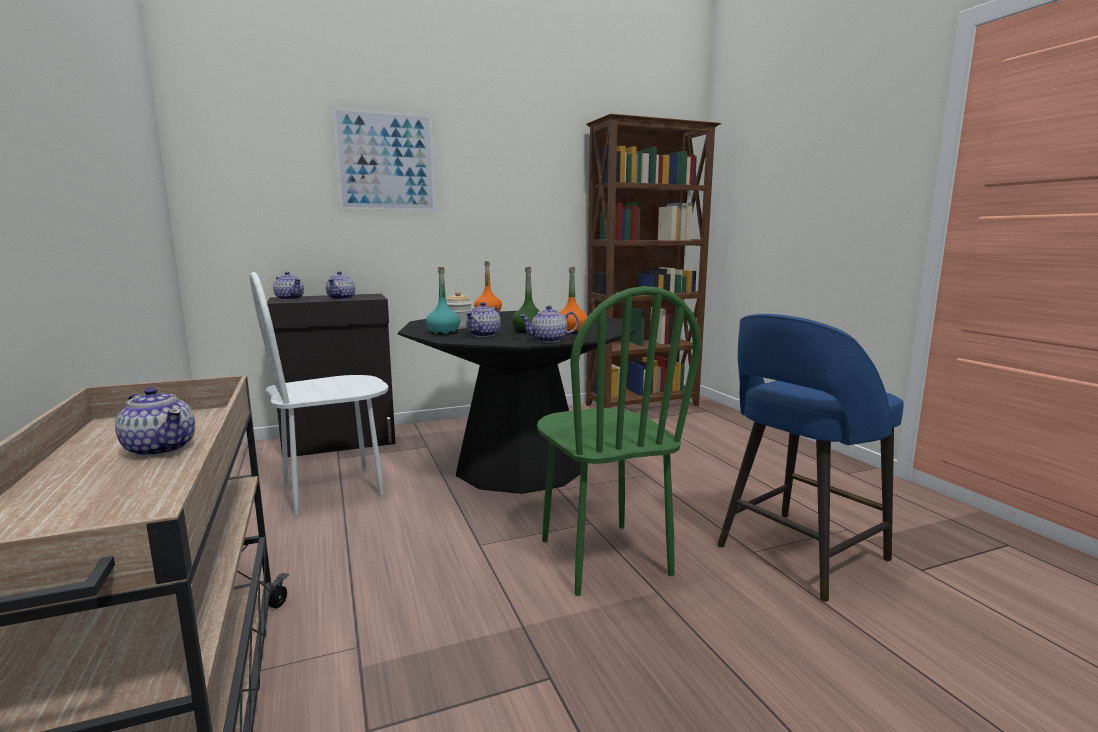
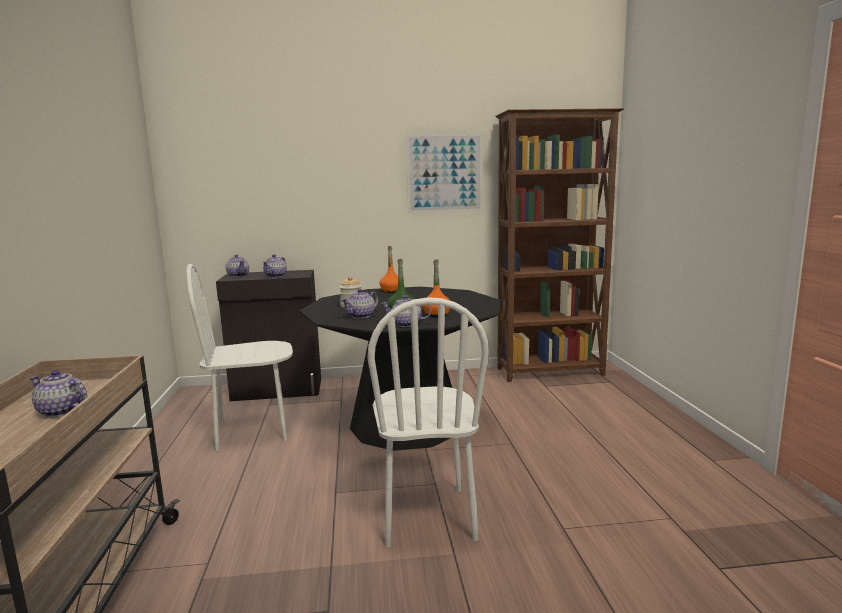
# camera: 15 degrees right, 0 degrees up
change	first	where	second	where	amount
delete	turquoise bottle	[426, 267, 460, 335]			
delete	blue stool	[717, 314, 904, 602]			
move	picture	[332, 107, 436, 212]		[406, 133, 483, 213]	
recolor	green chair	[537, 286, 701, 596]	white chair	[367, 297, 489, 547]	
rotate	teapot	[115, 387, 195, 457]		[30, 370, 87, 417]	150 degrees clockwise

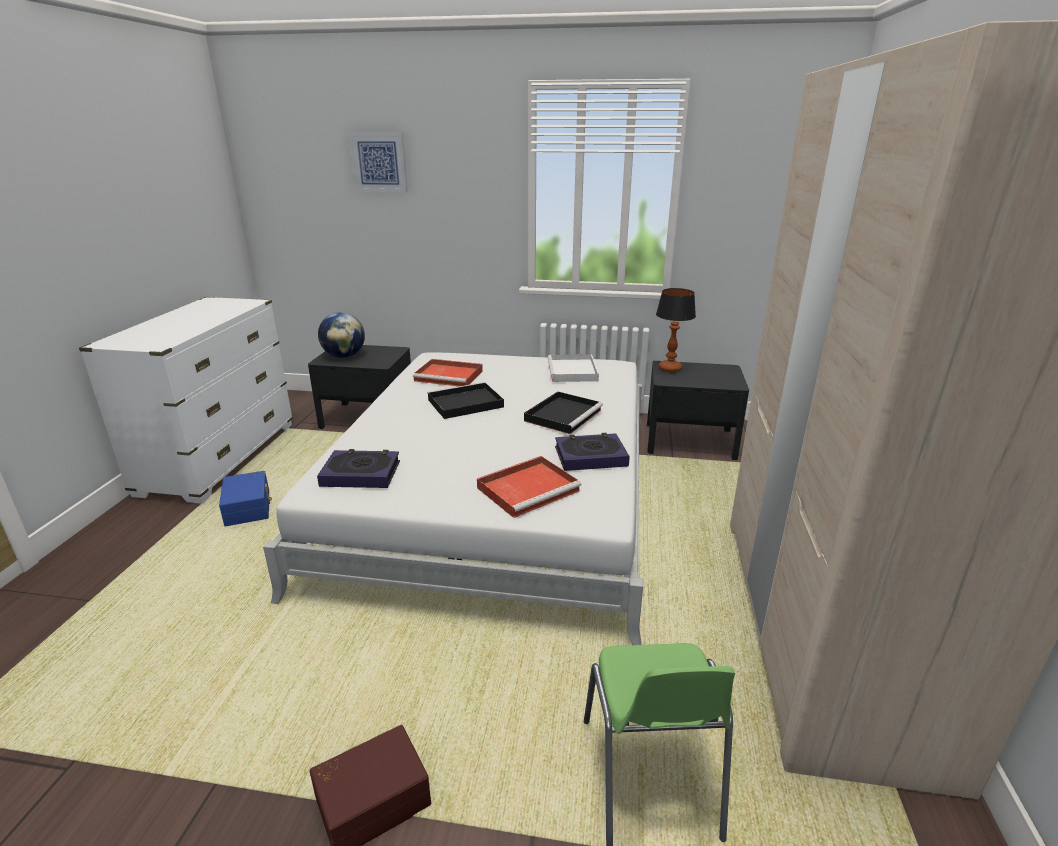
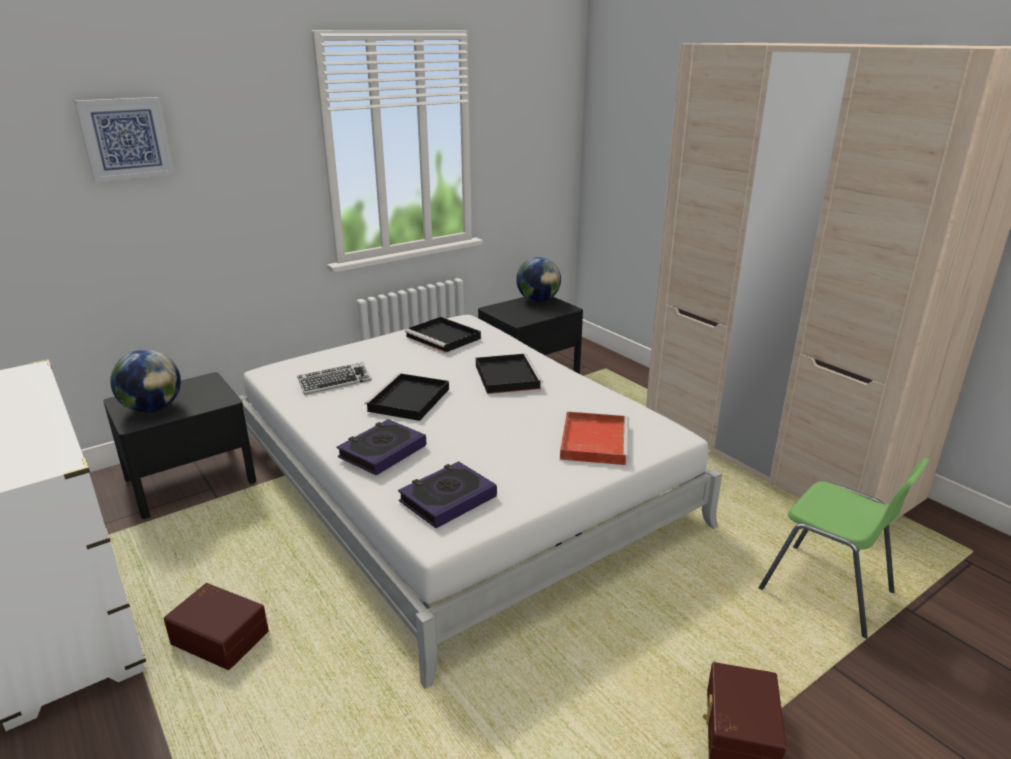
# camera: 45 degrees left, 0 degrees up
change	first	where	second	where	amount
delete	table lamp	[656, 288, 696, 372]			
insert			globe	[516, 257, 561, 302]	
move	book	[555, 433, 629, 471]		[337, 419, 426, 476]	
replace	red tray	[413, 359, 483, 386]	keyboard	[297, 362, 372, 395]	
recolor	blue storage box	[219, 471, 272, 526]	brown storage box	[164, 583, 269, 670]	
recolor	white tray	[548, 354, 599, 382]	black tray	[405, 317, 481, 353]	

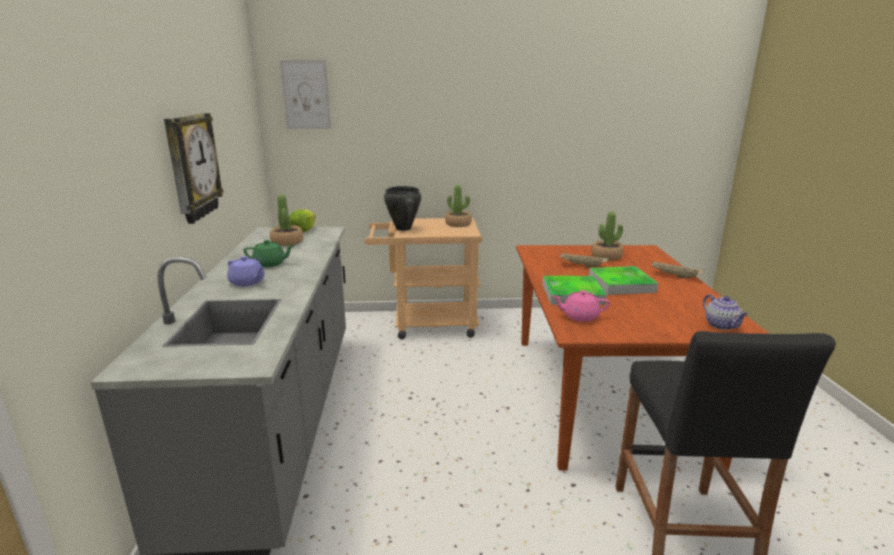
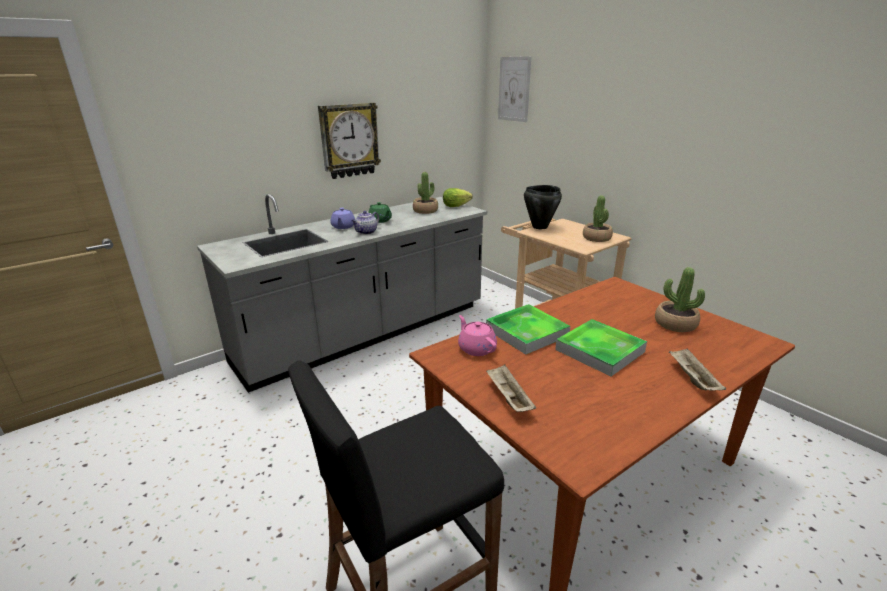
# camera: 55 degrees right, 5 degrees up
change	first	where	second	where	amount
move	beige tray	[560, 253, 608, 267]		[486, 365, 536, 412]	
move	teapot	[703, 294, 748, 330]		[351, 211, 379, 234]	

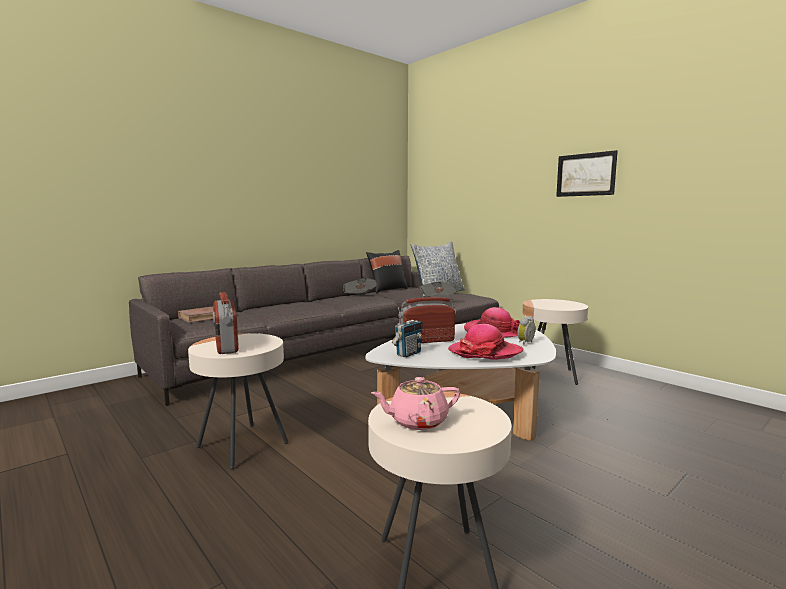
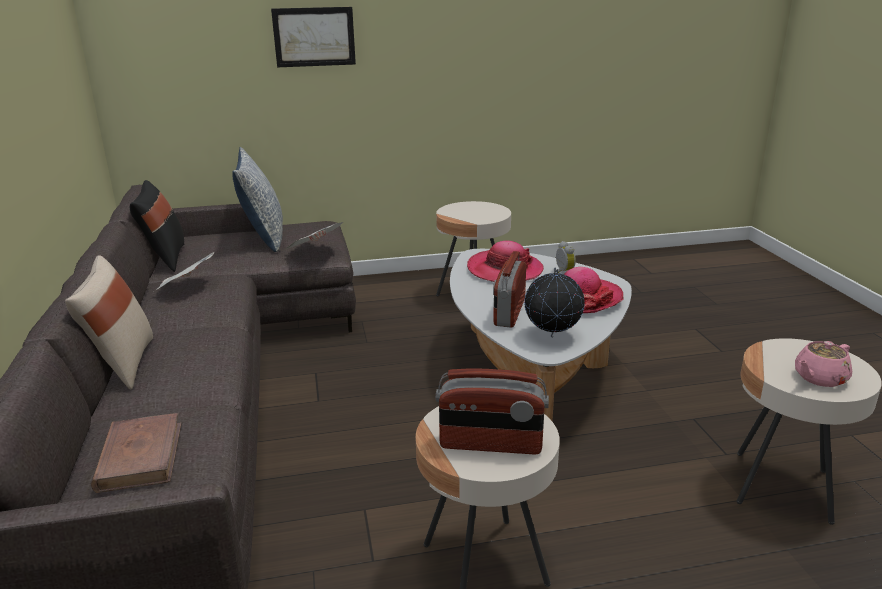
# camera: 60 degrees left, 15 degrees up
change	first	where	second	where	amount
insert			beige pillow	[65, 255, 153, 389]	
move	picture	[556, 150, 618, 197]		[271, 7, 356, 67]	
replace	radio	[392, 307, 423, 357]	globe	[524, 267, 585, 338]	
rotate	pink teapot	[371, 377, 460, 430]		[795, 341, 852, 387]	45 degrees clockwise

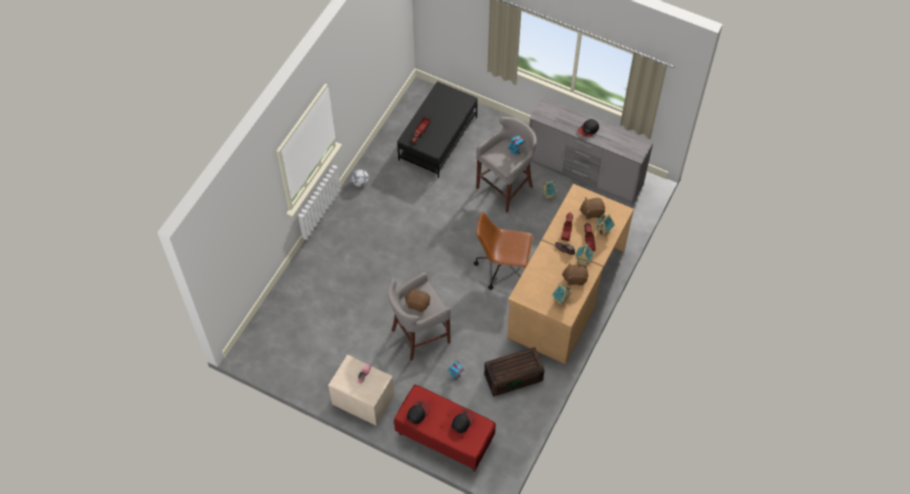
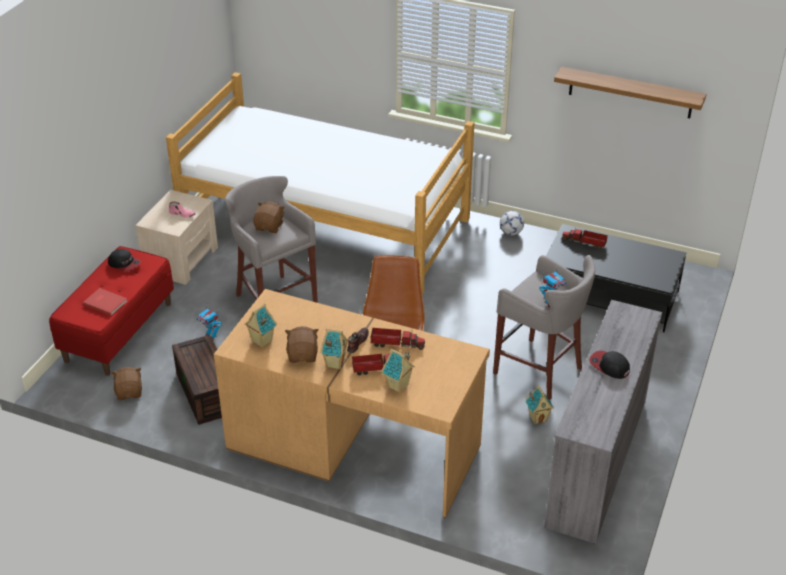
# camera: 85 degrees right, 20 degrees down
change	first	where	second	where	amount
insert			bed	[166, 72, 474, 295]	
insert			shelf	[554, 66, 706, 118]	
move	brown plush toy	[579, 197, 605, 219]		[111, 367, 142, 400]	
replace	cap	[452, 409, 475, 433]	red book	[83, 288, 128, 316]	

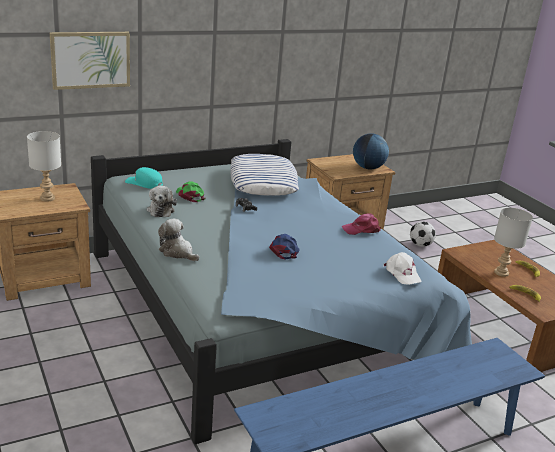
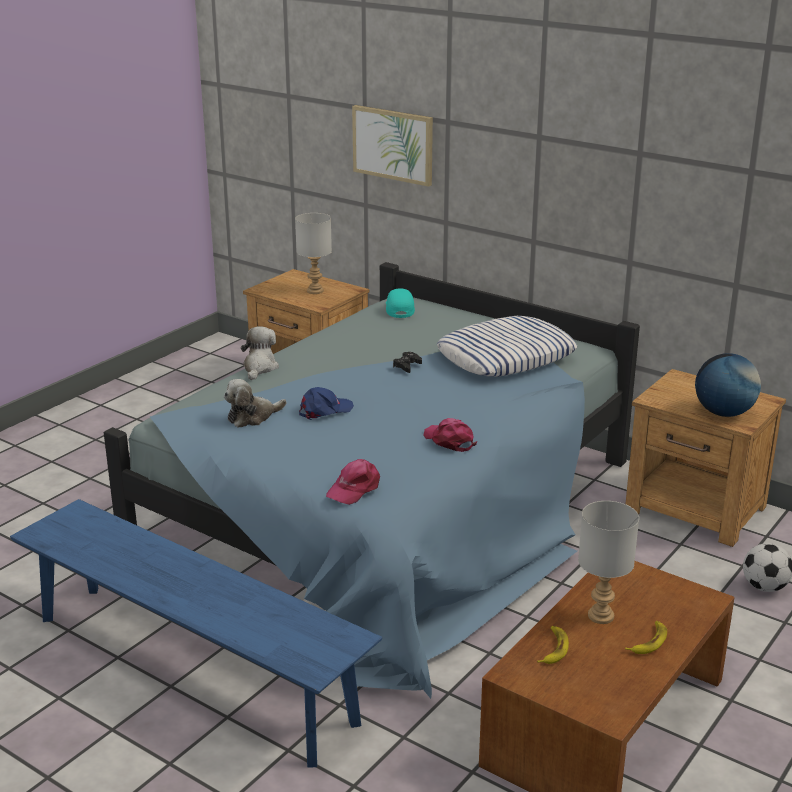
# camera: 65 degrees right, 0 degrees up
change	first	where	second	where	amount
delete	green cap	[176, 181, 206, 202]			
move	plush toy	[147, 185, 177, 217]		[224, 379, 286, 428]	
recolor	white cap	[383, 252, 421, 285]	pink cap	[326, 459, 380, 505]	

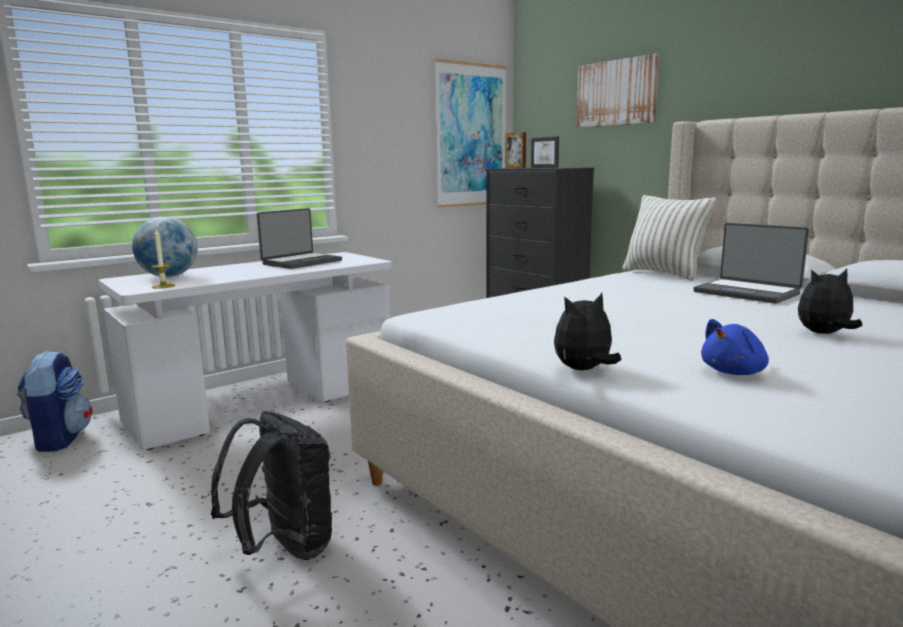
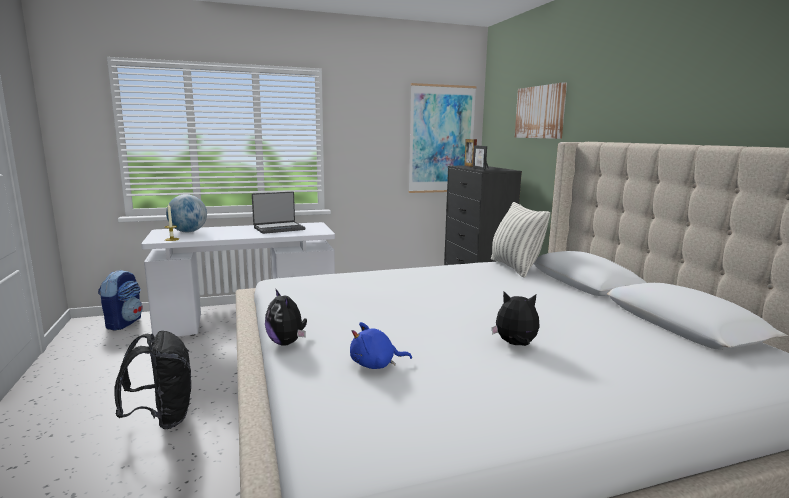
# camera: 20 degrees right, 0 degrees up
change	first	where	second	where	amount
delete	laptop	[694, 223, 809, 304]			
rotate	plush toy	[554, 293, 621, 370]		[265, 288, 307, 346]	120 degrees counterclockwise

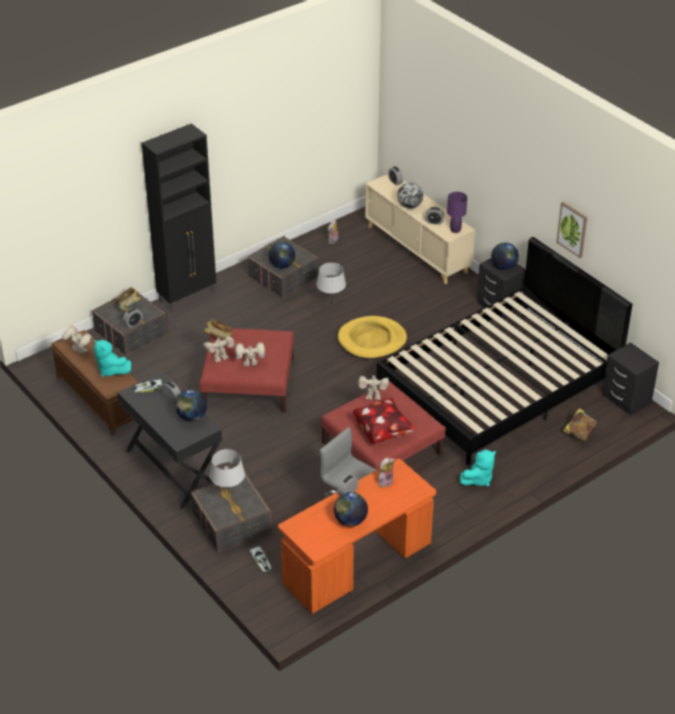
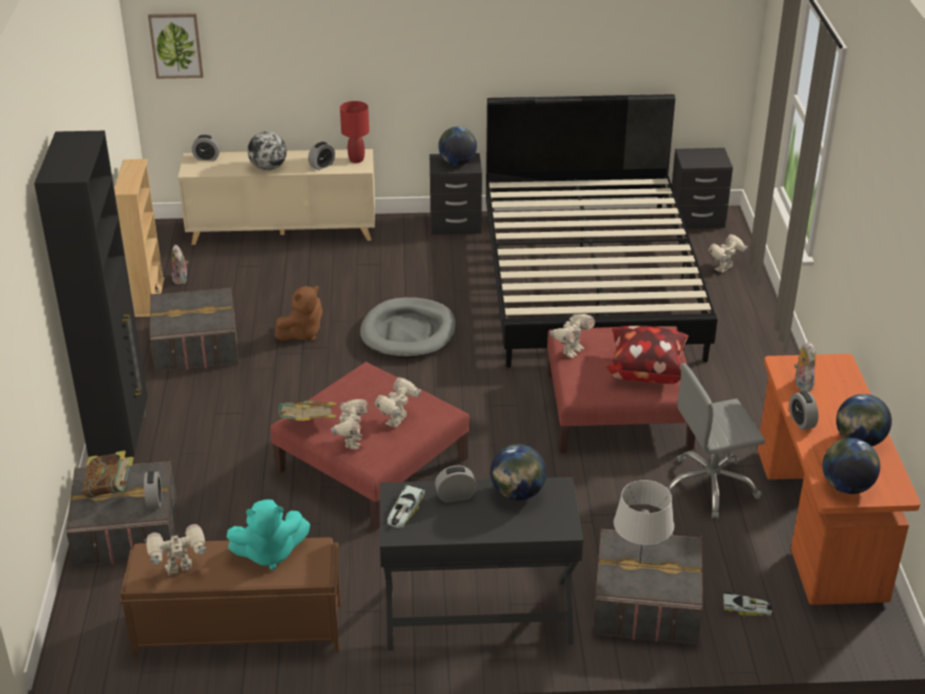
# camera: 55 degrees left, 5 degrees down
change	first	where	second	where	amount
delete	turquoise plush toy	[460, 449, 496, 486]			
insert			beige bookcase	[114, 159, 165, 317]	
move	globe	[269, 242, 295, 268]		[823, 438, 880, 494]	
move	picture	[556, 202, 587, 258]		[148, 13, 204, 79]	
replace	grey table lamp	[316, 263, 346, 305]	brown plush toy	[275, 286, 323, 341]	
replace	book	[563, 408, 597, 443]	toy robot	[708, 234, 747, 273]	
recolor	yellow dog bed	[338, 316, 407, 359]	grey dog bed	[360, 297, 456, 359]	
recolor	purple table lamp	[447, 192, 467, 233]	red table lamp	[340, 101, 369, 163]	

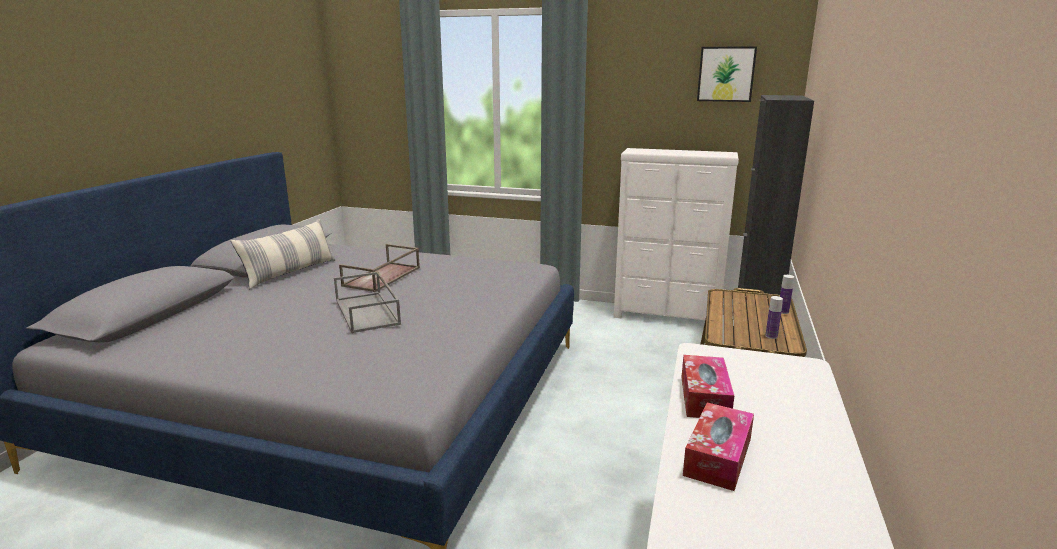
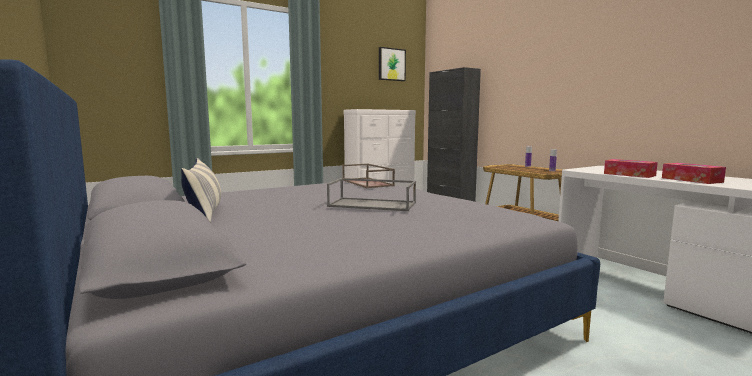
# camera: 50 degrees left, 10 degrees down
change	first	where	second	where	amount
move	brown tray	[339, 244, 420, 292]		[343, 164, 395, 188]	

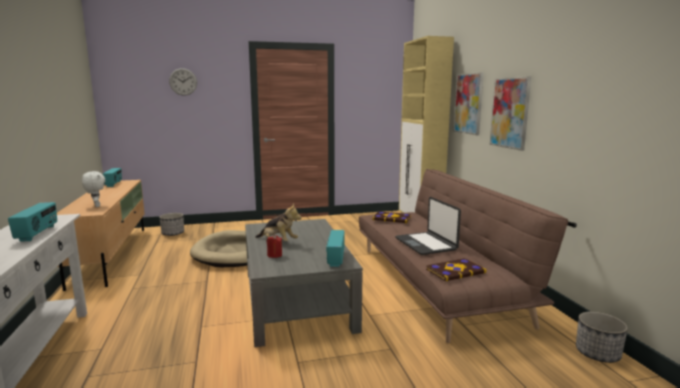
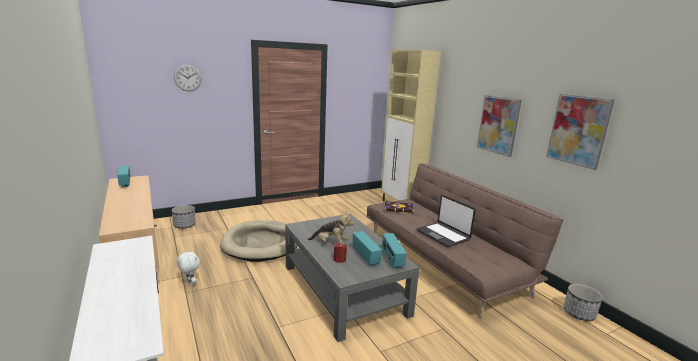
# camera: 15 degrees left, 5 degrees up
change	first	where	second	where	amount
delete	book	[426, 258, 486, 281]			
move	radio	[8, 202, 57, 241]		[353, 231, 382, 266]	
move	white plush toy	[82, 171, 105, 207]		[177, 250, 200, 285]	
move	picture	[454, 72, 484, 135]		[546, 94, 615, 170]	

